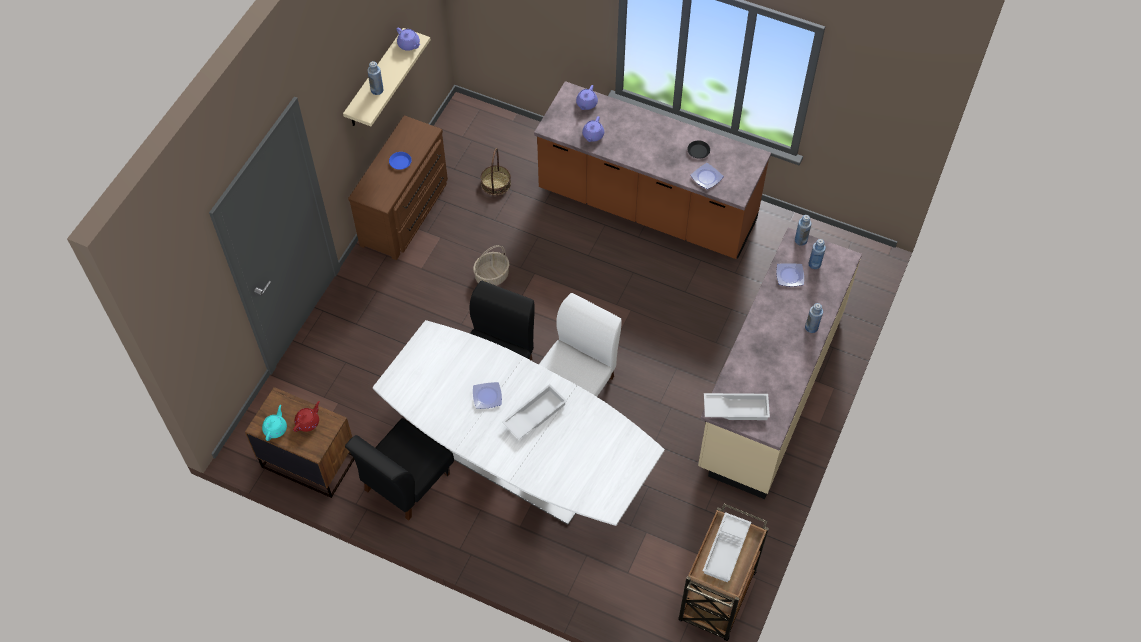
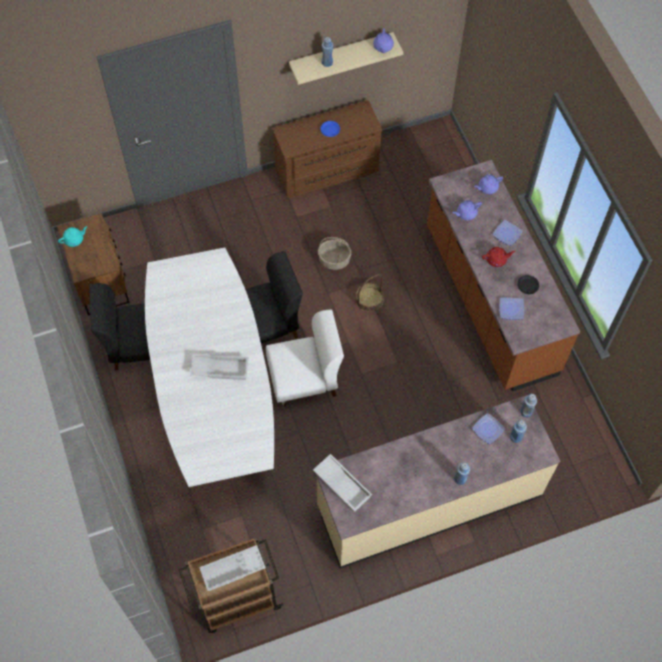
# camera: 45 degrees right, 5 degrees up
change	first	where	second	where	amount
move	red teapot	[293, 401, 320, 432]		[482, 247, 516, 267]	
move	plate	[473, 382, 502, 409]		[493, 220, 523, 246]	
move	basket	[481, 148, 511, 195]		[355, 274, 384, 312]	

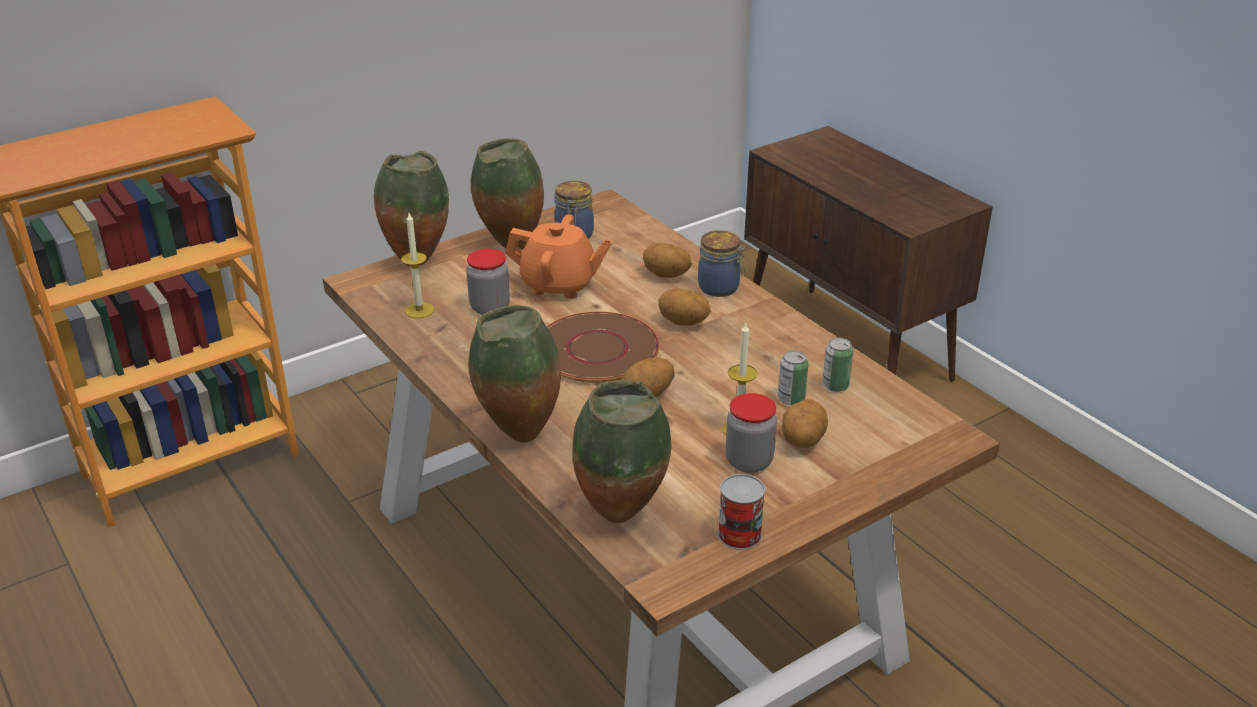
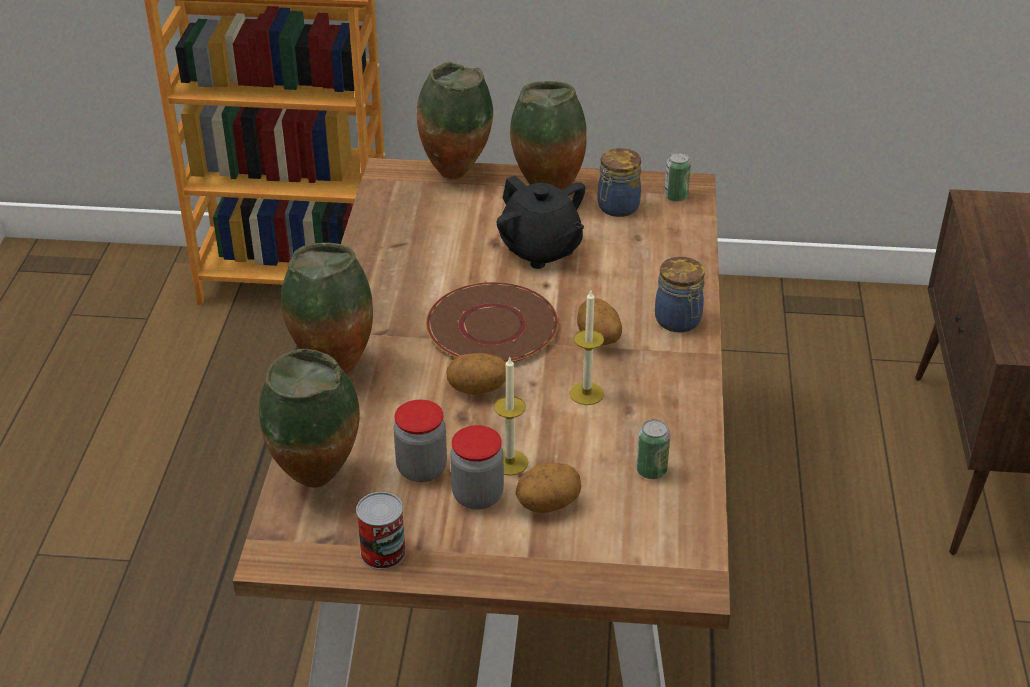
# camera: 40 degrees right, 5 degrees up
change	first	where	second	where	amount
delete	potato	[643, 243, 692, 278]			
move	candle	[401, 213, 434, 318]		[569, 291, 604, 405]	
move	jar	[466, 248, 510, 315]		[394, 399, 447, 482]	
move	can	[778, 350, 808, 405]		[664, 152, 691, 202]	
recolor	orange teapot	[505, 214, 612, 299]	black teapot	[497, 175, 585, 269]	

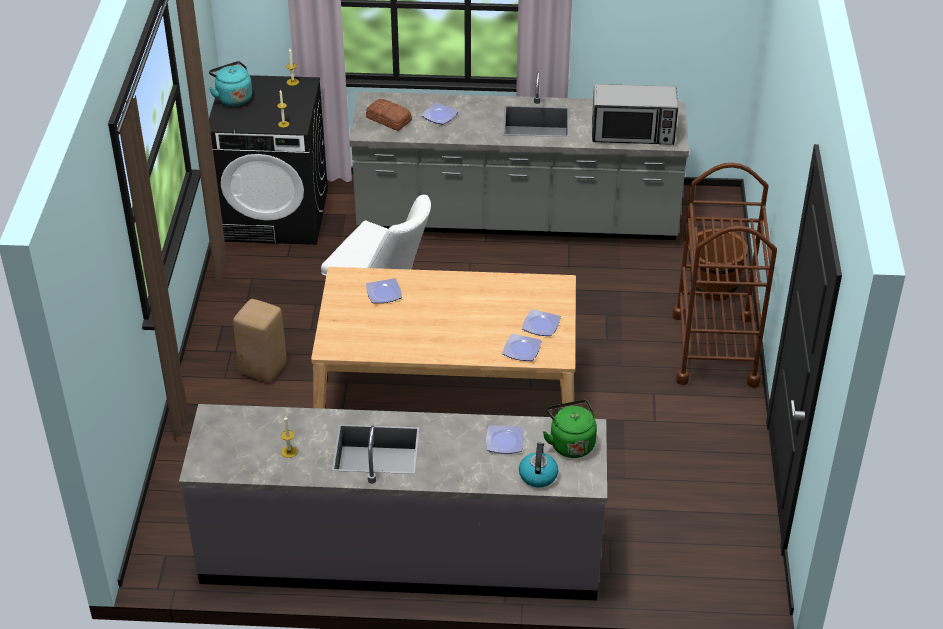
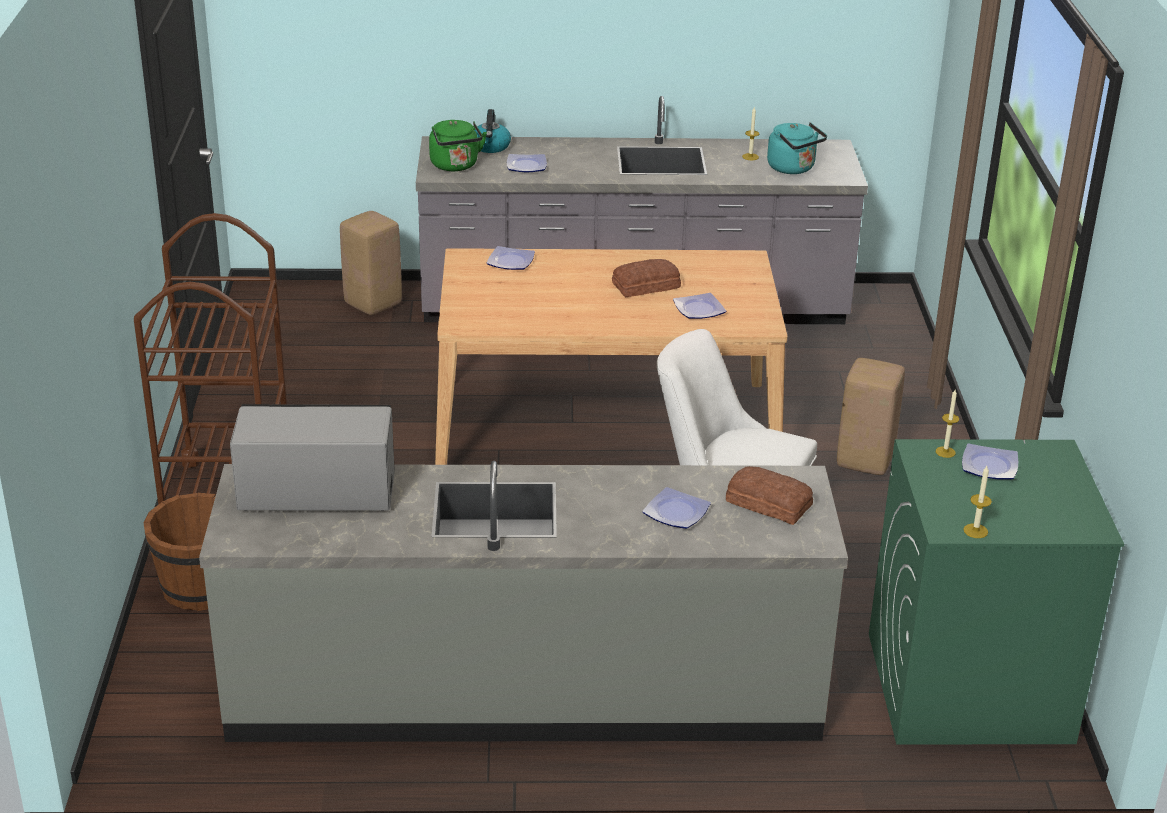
# camera: 175 degrees right, 10 degrees down
change	first	where	second	where	amount
insert			beige stool	[340, 211, 402, 315]	
insert			bread	[612, 259, 681, 297]	
move	turquoise kettle	[209, 61, 252, 106]		[767, 122, 827, 174]	
move	plate	[522, 309, 561, 336]		[962, 443, 1018, 480]	
recolor	black washing machine	[209, 75, 328, 245]	green washing machine	[869, 439, 1124, 745]	

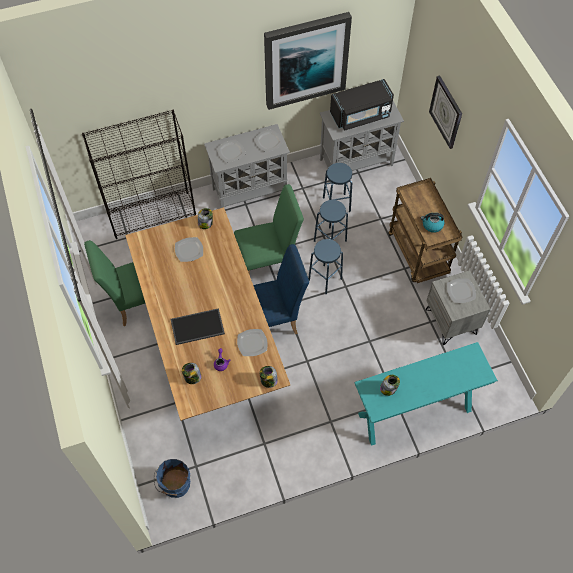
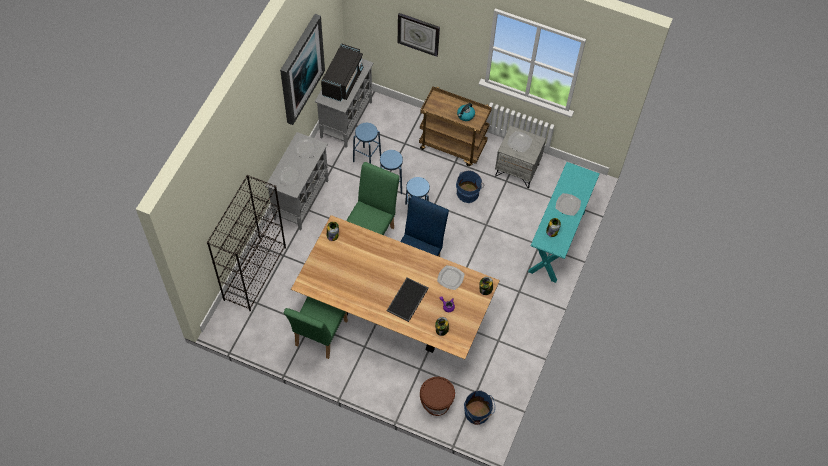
# camera: 50 degrees left, 0 degrees up
change	first	where	second	where	amount
insert			brown bucket	[420, 377, 455, 416]	
insert			blue bucket	[456, 170, 484, 203]	
move	plate	[175, 237, 203, 262]		[556, 193, 581, 216]	

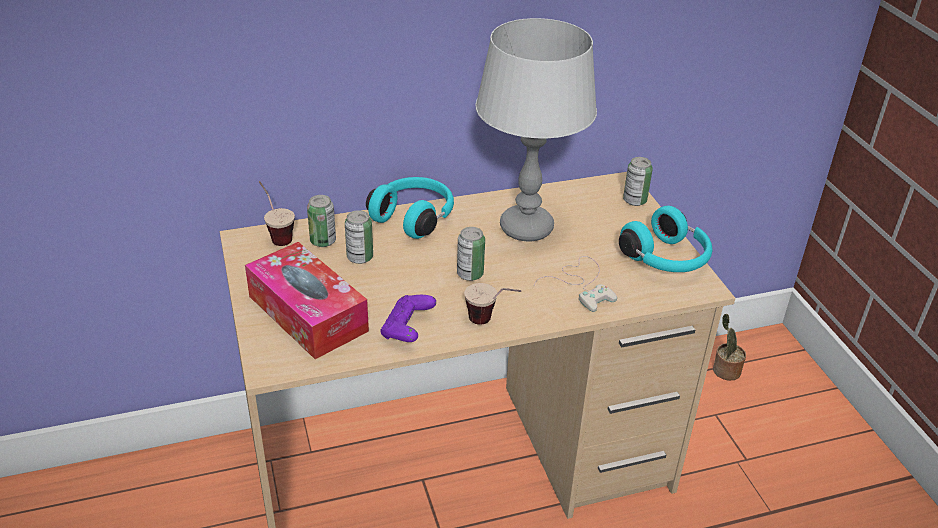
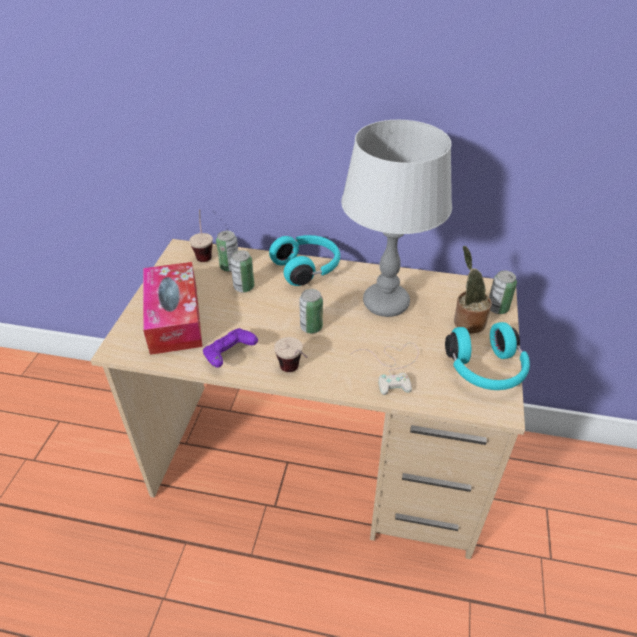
# camera: 30 degrees right, 5 degrees up
change	first	where	second	where	amount
move	potted plant	[713, 314, 746, 380]		[454, 246, 492, 333]	

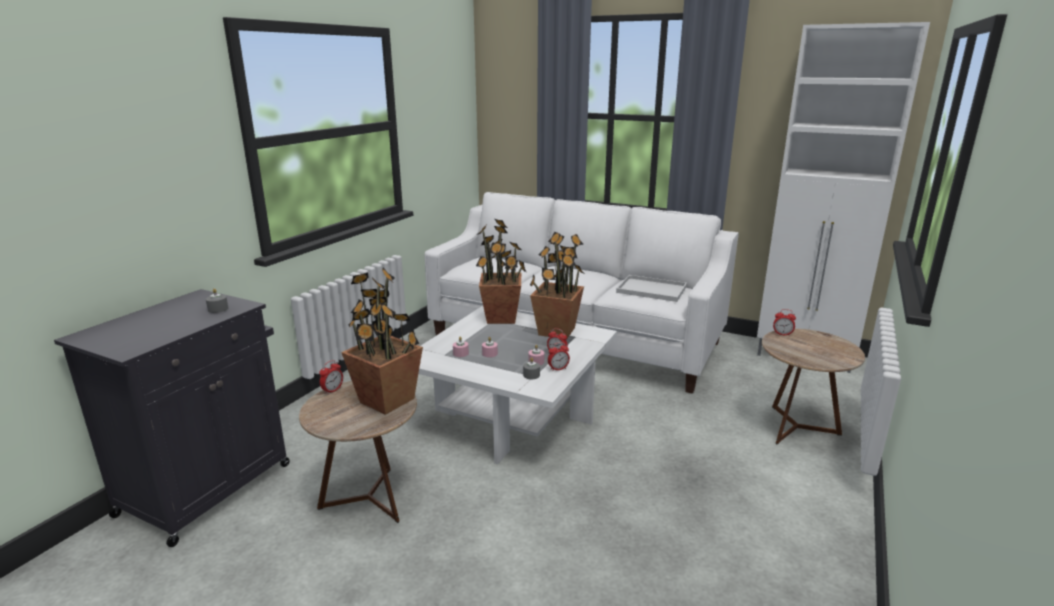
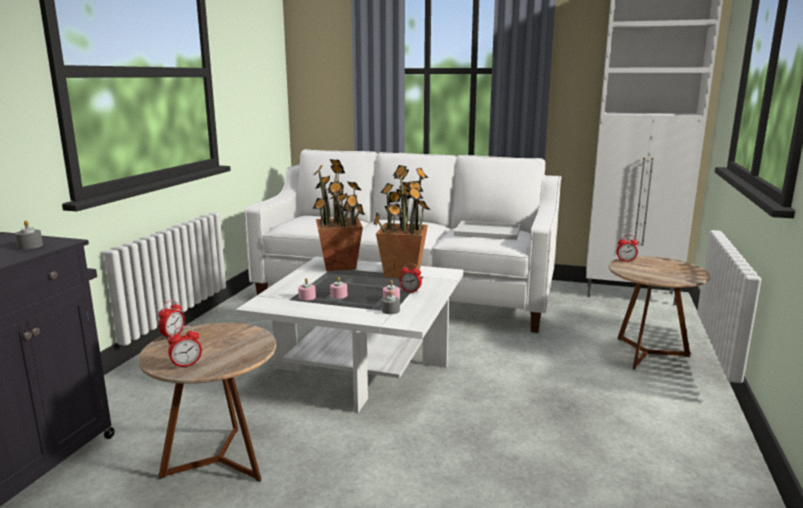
# camera: 10 degrees left, 5 degrees down
change	first	where	second	where	amount
delete	potted plant	[341, 267, 423, 415]			
move	alarm clock	[548, 342, 570, 371]		[168, 326, 202, 369]	

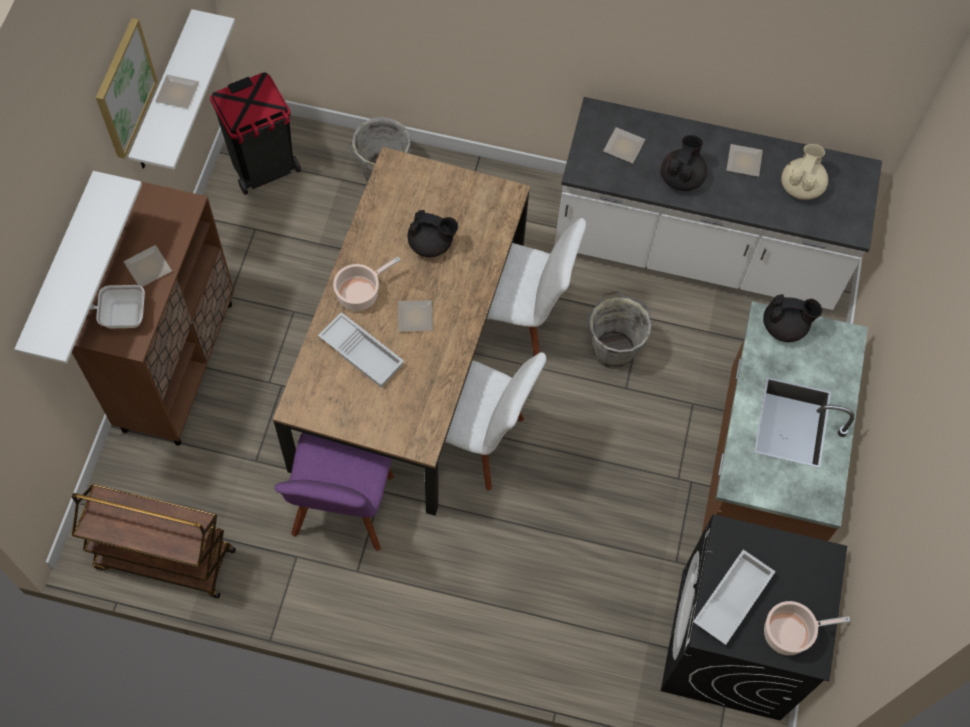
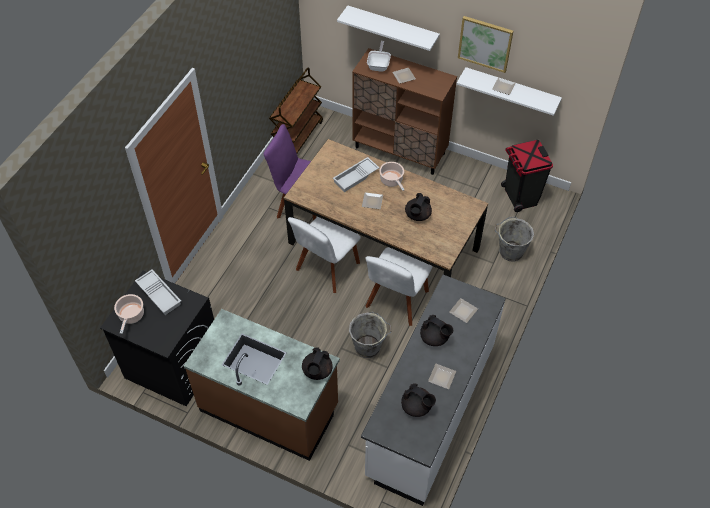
# camera: 105 degrees right, 10 degrees down
change	first	where	second	where	amount
recolor	beige teapot	[781, 144, 828, 200]	black teapot	[401, 383, 436, 417]	

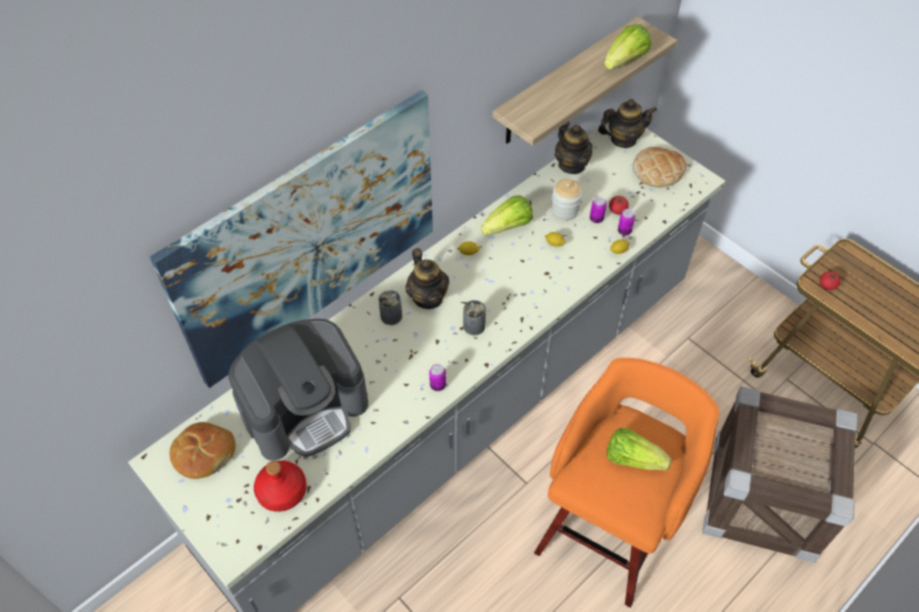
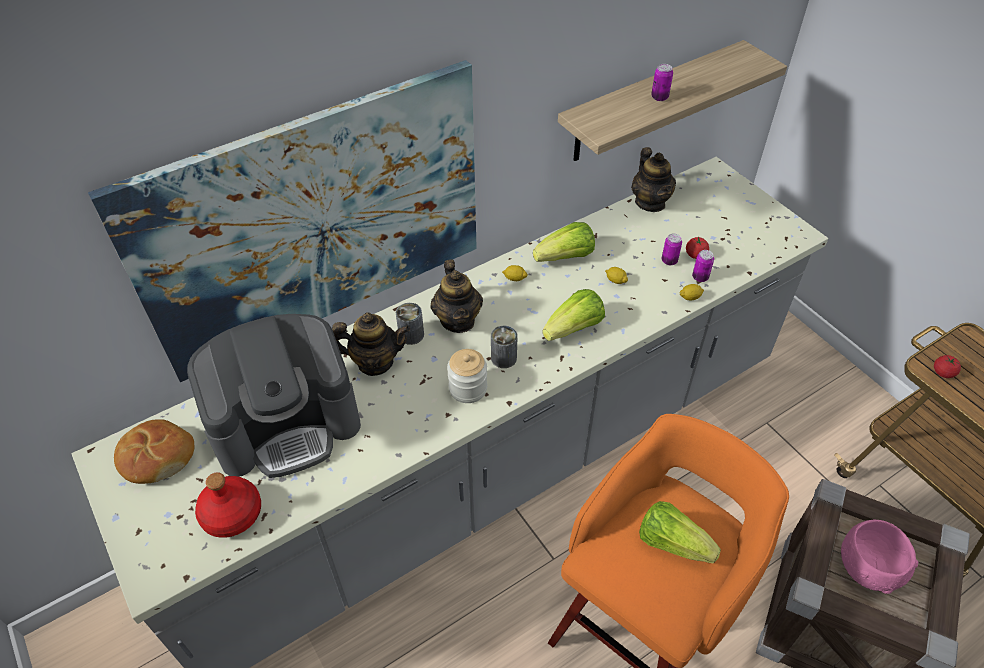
# camera: 10 degrees right, 5 degrees down
change	first	where	second	where	amount
delete	bread	[633, 147, 686, 187]			
insert			pink bowl	[841, 520, 918, 594]	
move	can	[429, 364, 446, 391]		[651, 64, 673, 101]	
move	jar	[551, 179, 582, 220]		[447, 349, 487, 403]	
move	teapot	[598, 99, 657, 148]		[332, 313, 410, 376]	
move	lettuce	[604, 24, 651, 70]		[542, 289, 605, 341]	

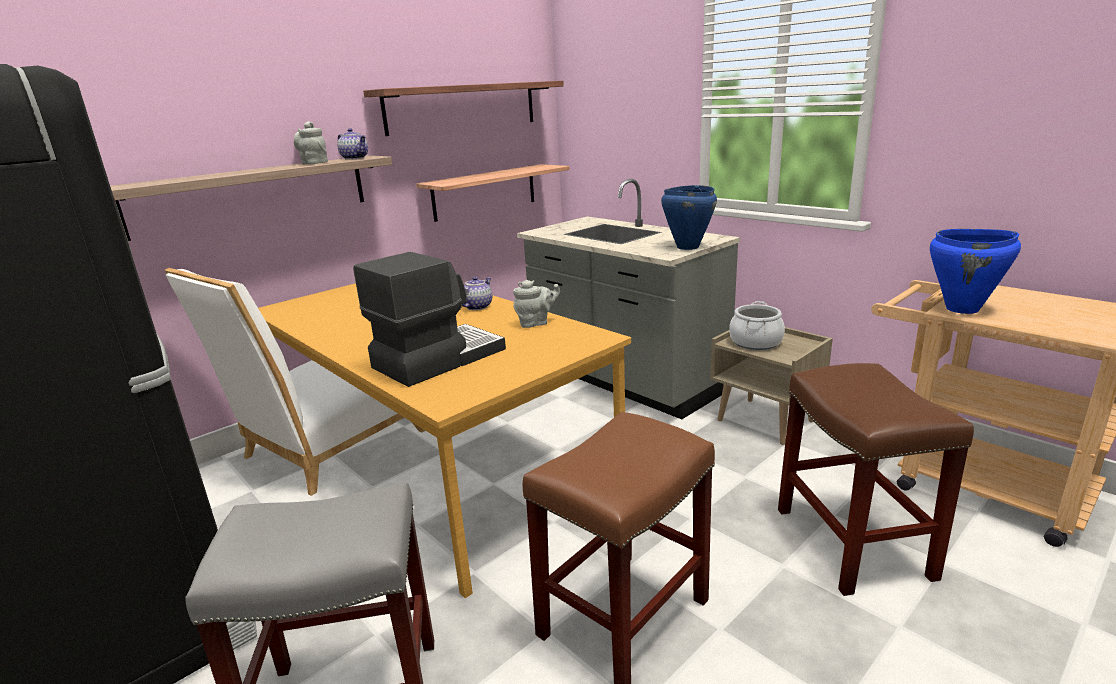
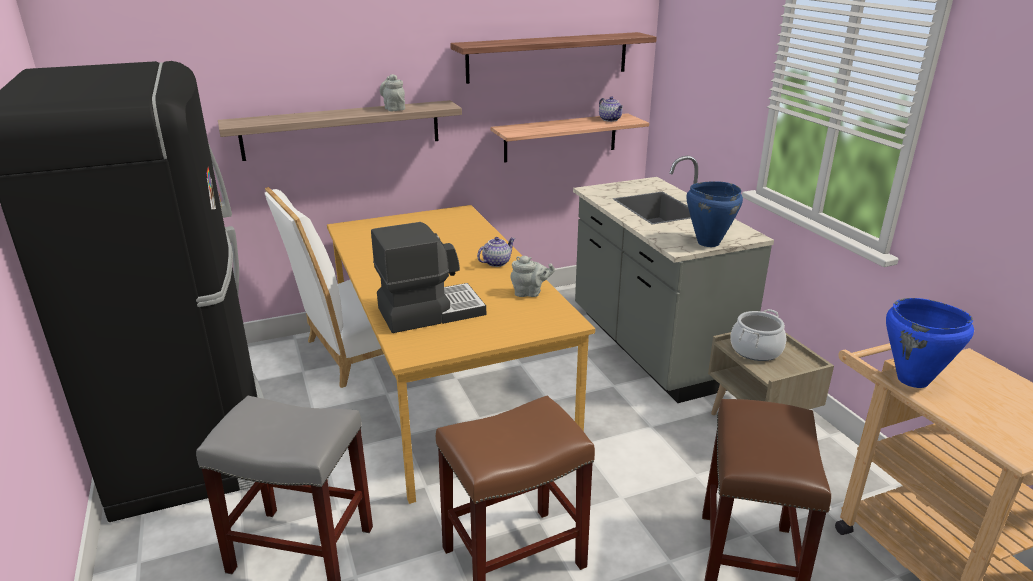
# camera: 20 degrees right, 5 degrees up
change	first	where	second	where	amount
move	teapot	[337, 128, 368, 160]		[599, 96, 623, 122]	

